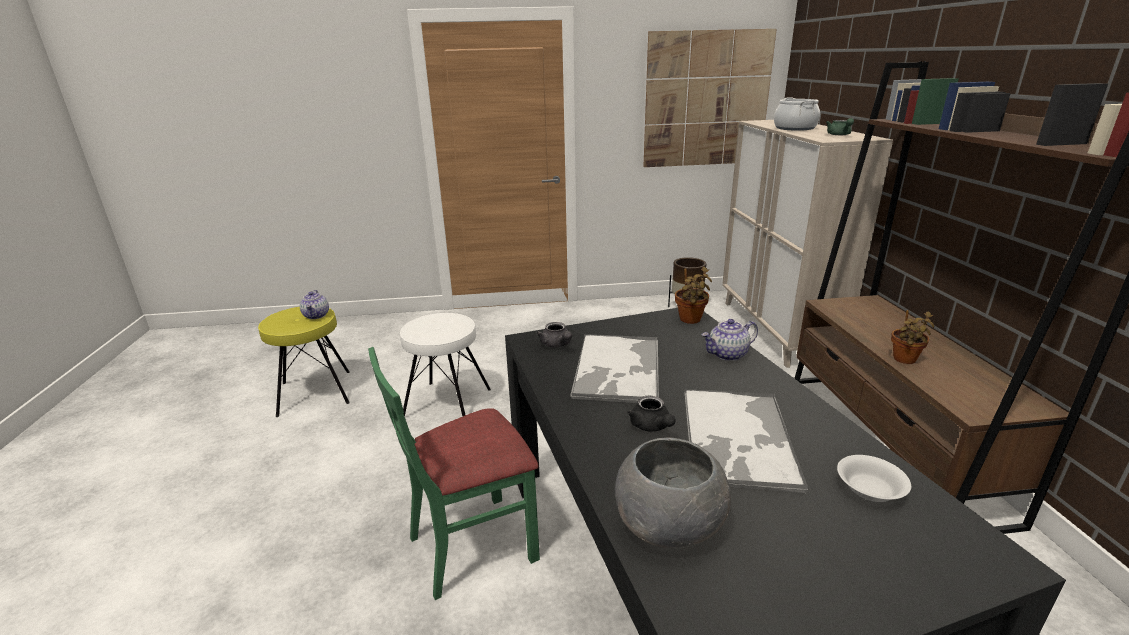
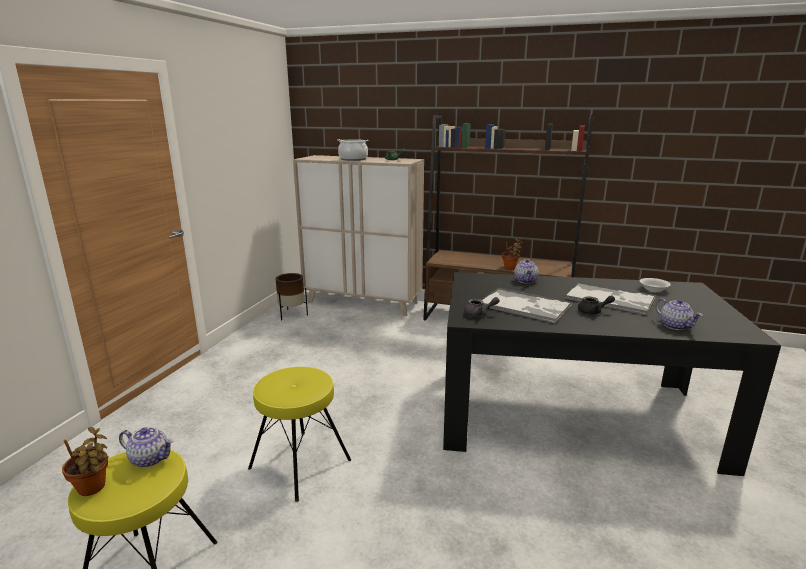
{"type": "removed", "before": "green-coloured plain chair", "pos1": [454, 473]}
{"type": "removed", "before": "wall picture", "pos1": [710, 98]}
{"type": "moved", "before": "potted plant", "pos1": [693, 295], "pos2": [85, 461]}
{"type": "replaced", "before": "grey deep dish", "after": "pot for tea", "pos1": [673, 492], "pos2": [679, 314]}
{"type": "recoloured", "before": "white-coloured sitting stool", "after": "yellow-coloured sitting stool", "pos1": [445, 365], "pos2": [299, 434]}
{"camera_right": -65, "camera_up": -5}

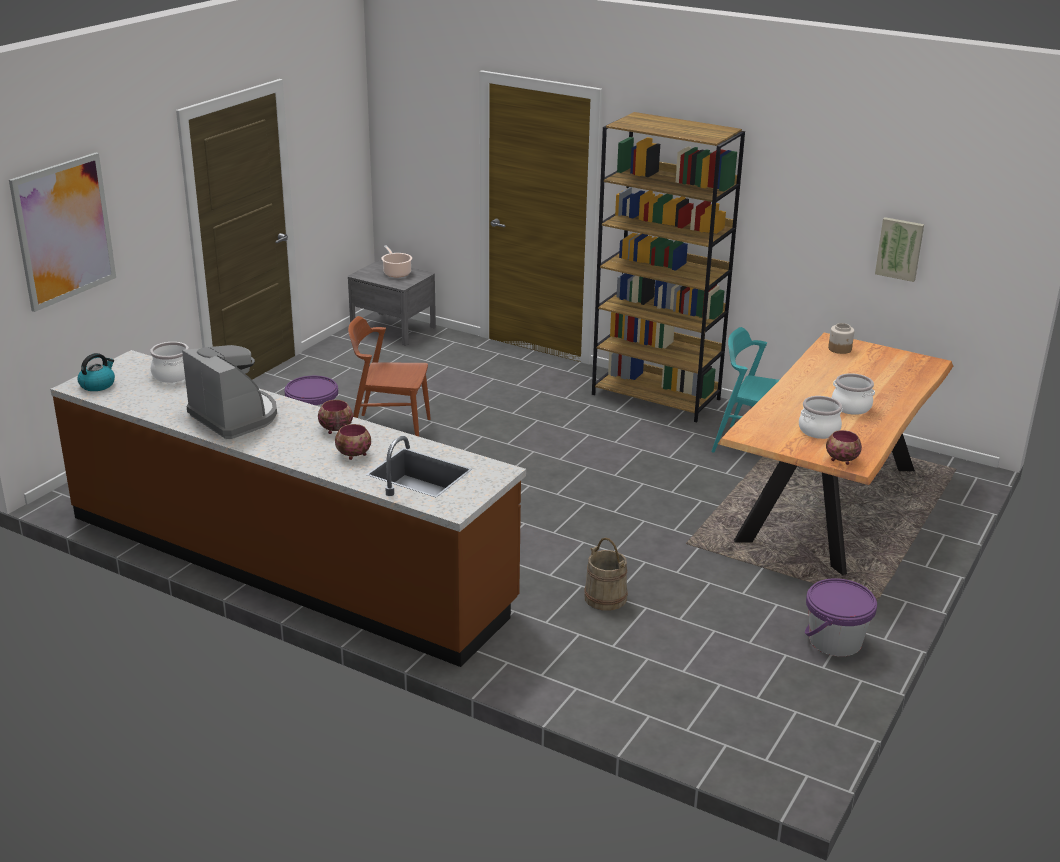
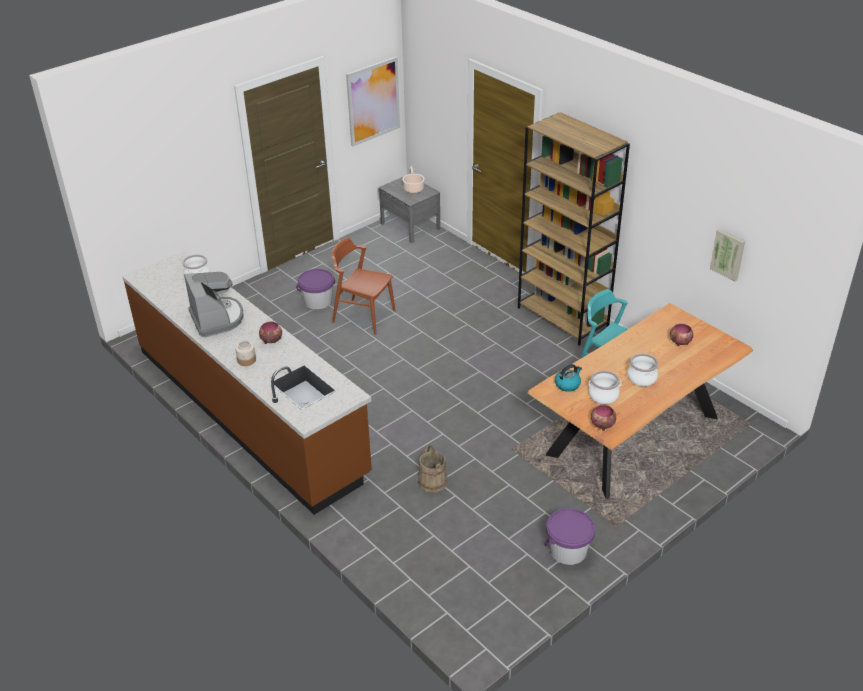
{"type": "moved", "before": "wall picture", "pos1": [62, 232], "pos2": [373, 102]}
{"type": "moved", "before": "water kettle", "pos1": [96, 372], "pos2": [568, 378]}
{"type": "moved", "before": "deep dish", "pos1": [353, 442], "pos2": [681, 334]}
{"type": "moved", "before": "preserve jar", "pos1": [841, 338], "pos2": [245, 353]}
{"camera_right": 20, "camera_up": 10}

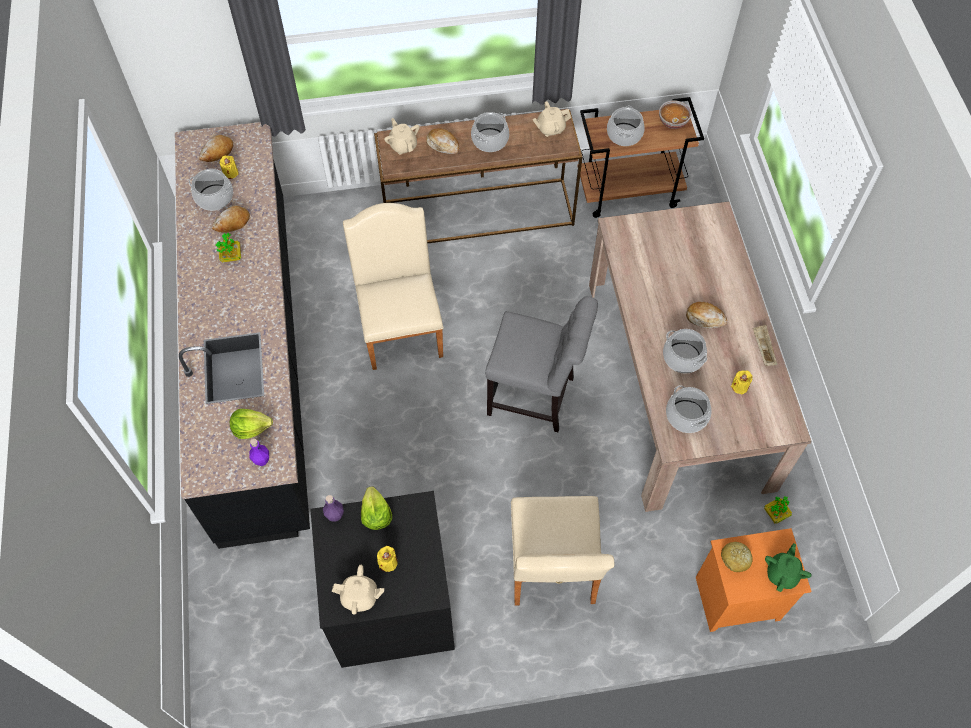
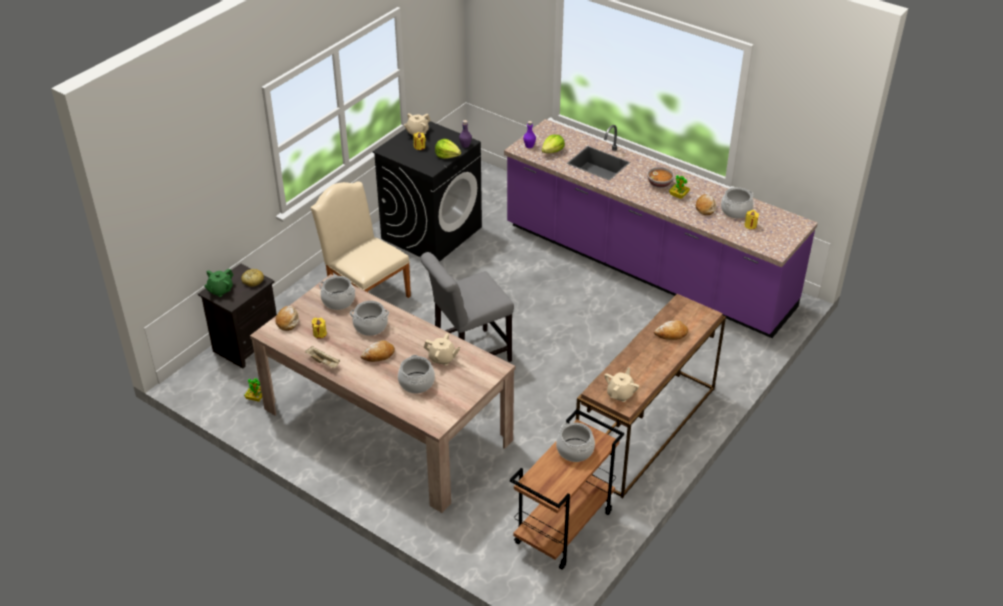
{"type": "removed", "before": "beige plain chair", "pos1": [393, 286]}
{"type": "moved", "before": "bakery bread", "pos1": [216, 148], "pos2": [287, 318]}
{"type": "moved", "before": "beige pot for tea", "pos1": [402, 136], "pos2": [442, 349]}
{"type": "moved", "before": "stockpot", "pos1": [490, 132], "pos2": [416, 374]}
{"type": "moved", "before": "deep dish", "pos1": [675, 114], "pos2": [660, 177]}
{"type": "recoloured", "before": "blackish counter", "after": "purple counter", "pos1": [242, 335], "pos2": [661, 228]}
{"type": "recoloured", "before": "orange bedside table", "after": "blackish bedside table", "pos1": [754, 580], "pos2": [237, 316]}
{"type": "turned", "before": "green-coloured pot for tea", "pos1": [788, 567], "pos2": [218, 282], "turn": 60}
{"camera_right": 135, "camera_up": -20}

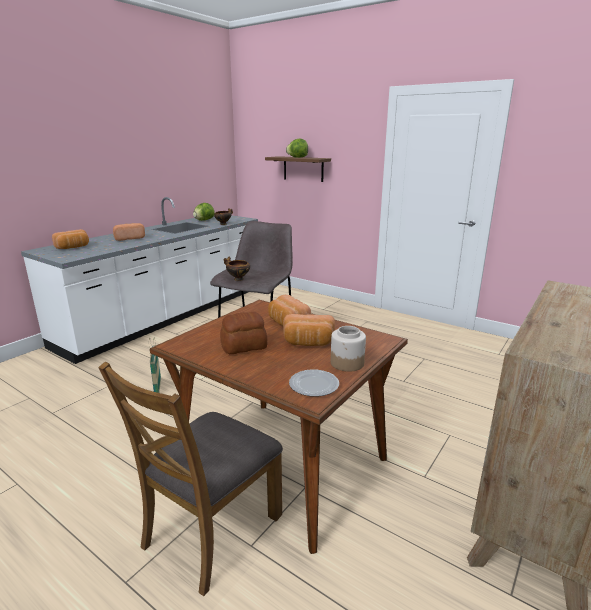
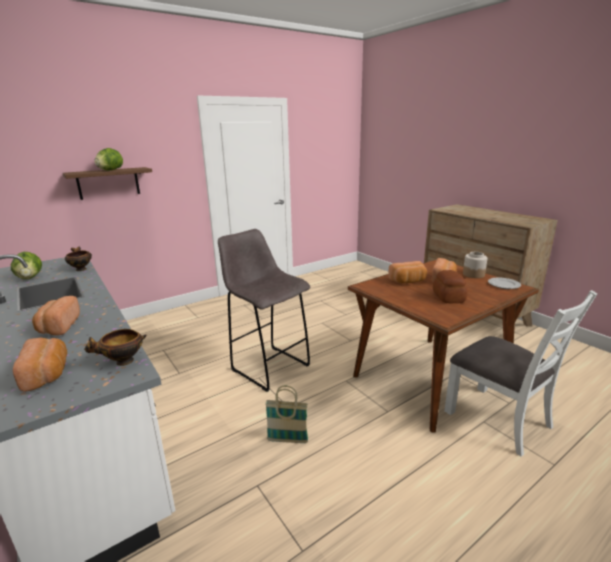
{"type": "moved", "before": "deep dish", "pos1": [237, 269], "pos2": [115, 347]}
{"type": "recoloured", "before": "brown plain chair", "after": "white-coloured plain chair", "pos1": [190, 479], "pos2": [520, 373]}
{"camera_right": -70, "camera_up": 0}

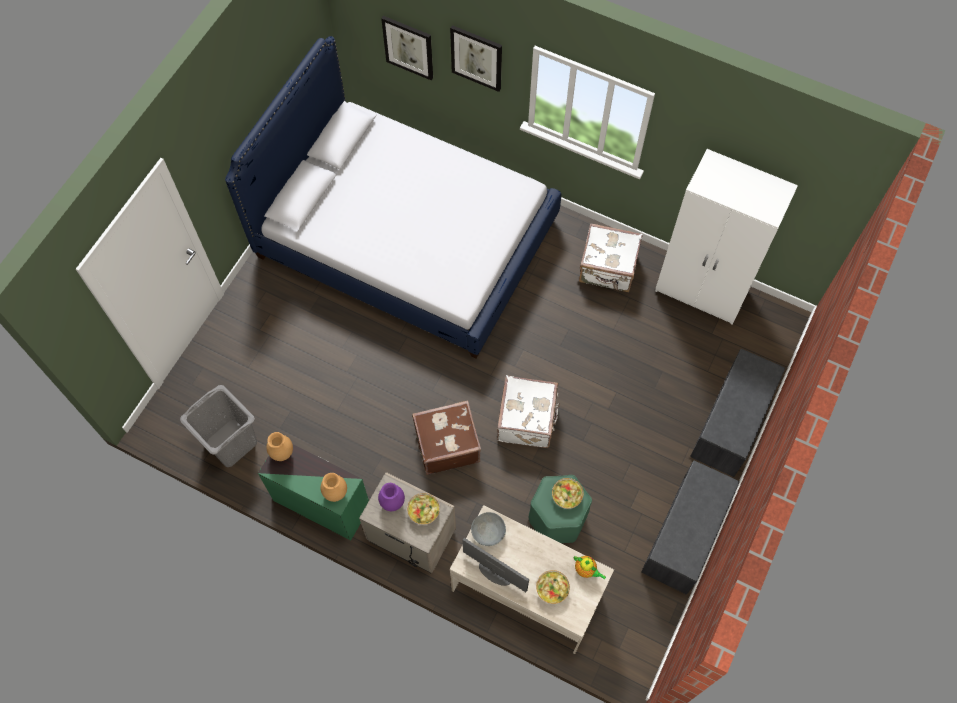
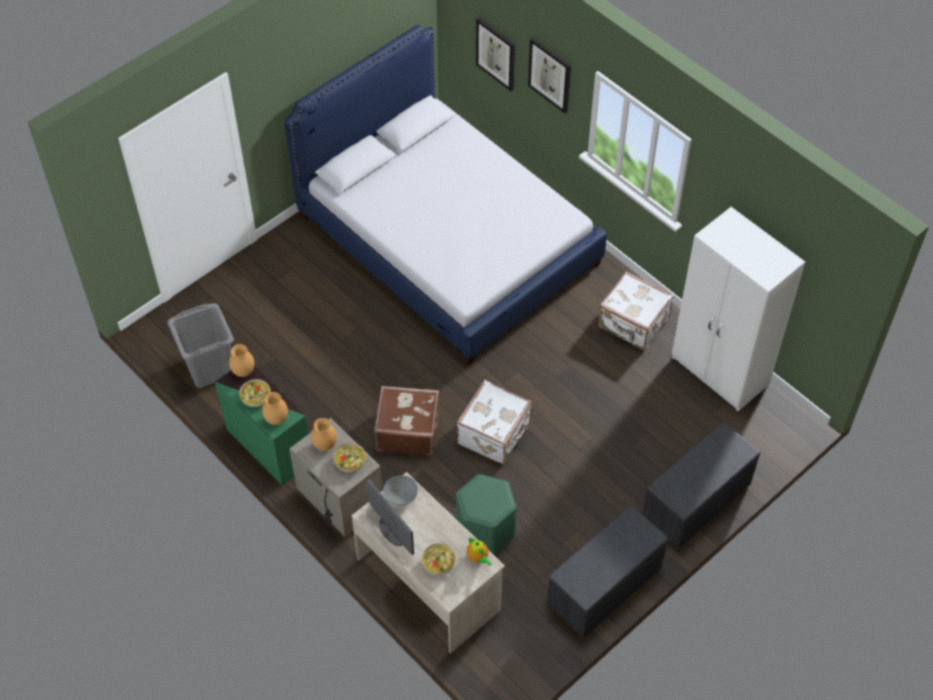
{"type": "moved", "before": "deep dish", "pos1": [567, 493], "pos2": [255, 393]}
{"type": "recoloured", "before": "purple flower vase", "after": "brown flower vase", "pos1": [391, 497], "pos2": [324, 434]}
{"camera_right": 20, "camera_up": -10}

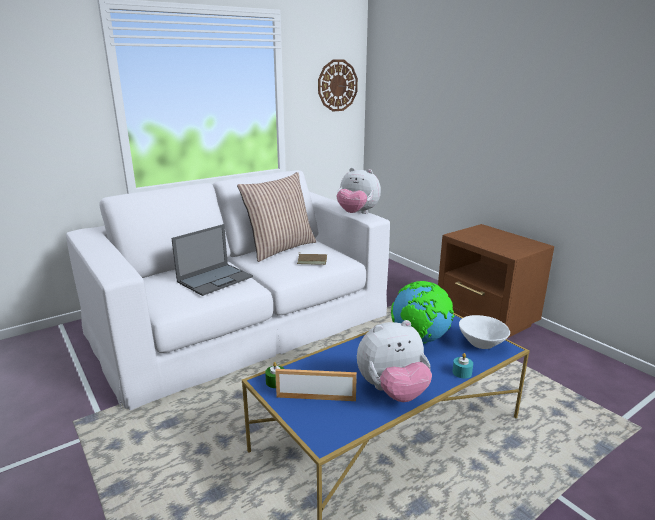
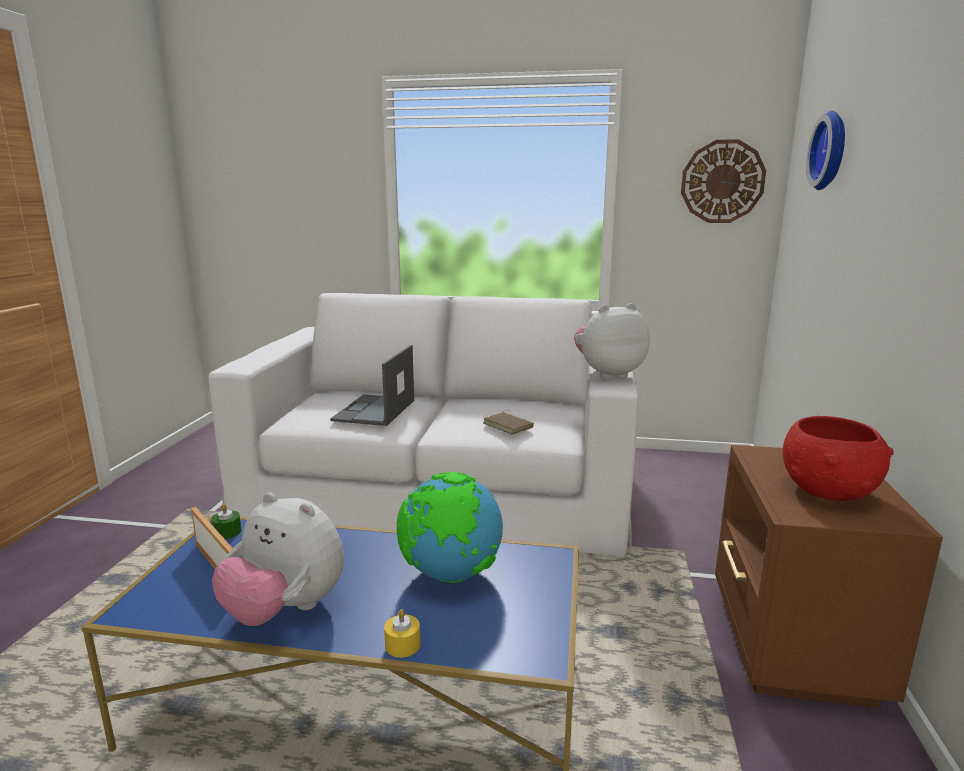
{"type": "removed", "before": "cushion", "pos1": [276, 217]}
{"type": "removed", "before": "white-coloured deep dish", "pos1": [484, 332]}
{"type": "added", "after": "red deep dish", "pos2": [838, 458]}
{"type": "added", "after": "wall clock", "pos2": [825, 150]}
{"type": "recoloured", "before": "blue-green wax candle", "after": "yellow-coloured wax candle", "pos1": [462, 366], "pos2": [402, 633]}
{"type": "turned", "before": "portable computer", "pos1": [212, 260], "pos2": [372, 385], "turn": 105}
{"type": "turned", "before": "plush toy", "pos1": [358, 190], "pos2": [612, 341], "turn": 90}
{"camera_right": 45, "camera_up": -5}

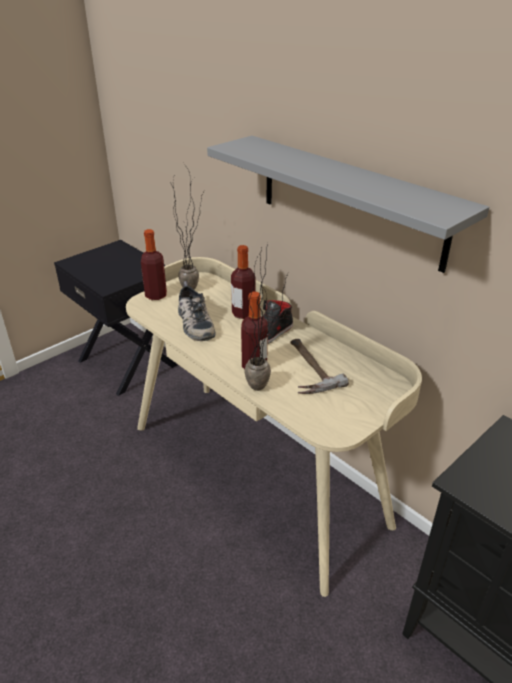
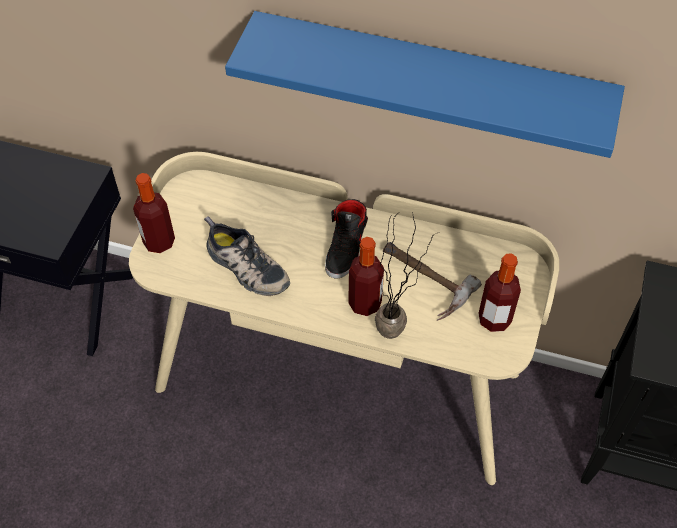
{"type": "removed", "before": "potted plant", "pos1": [186, 227]}
{"type": "moved", "before": "beverage bottle", "pos1": [243, 282], "pos2": [499, 292]}
{"type": "recoloured", "before": "grey bracket shelf", "after": "blue-coloured bracket shelf", "pos1": [348, 204], "pos2": [425, 84]}
{"camera_right": -30, "camera_up": 20}

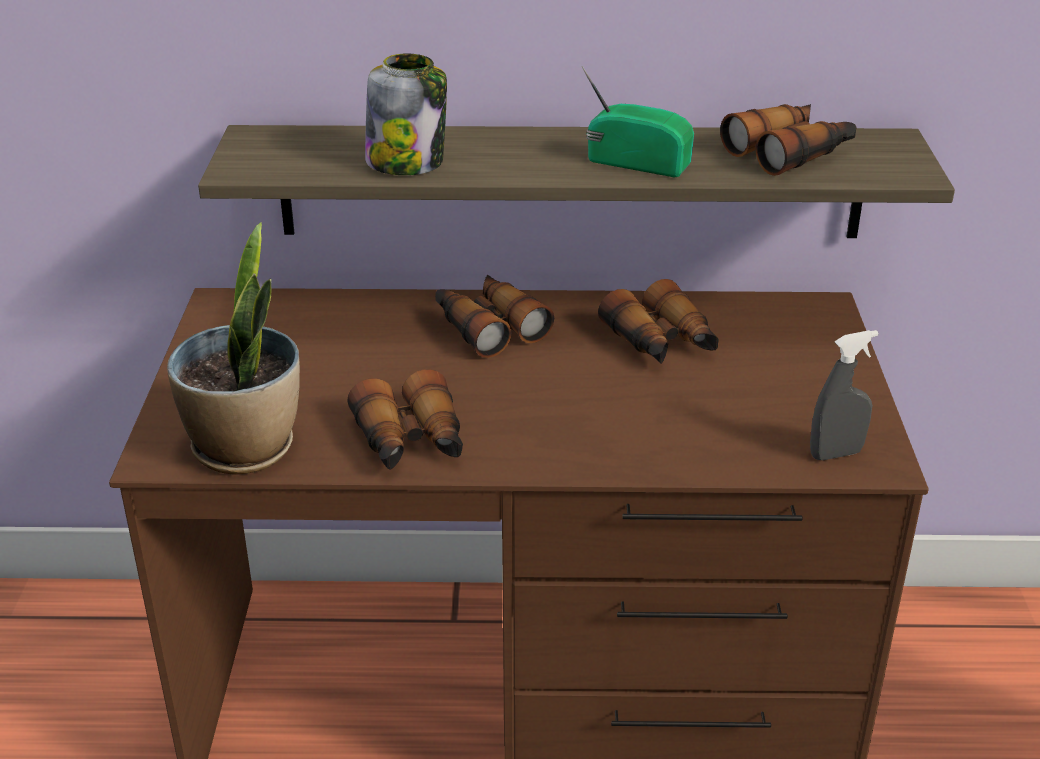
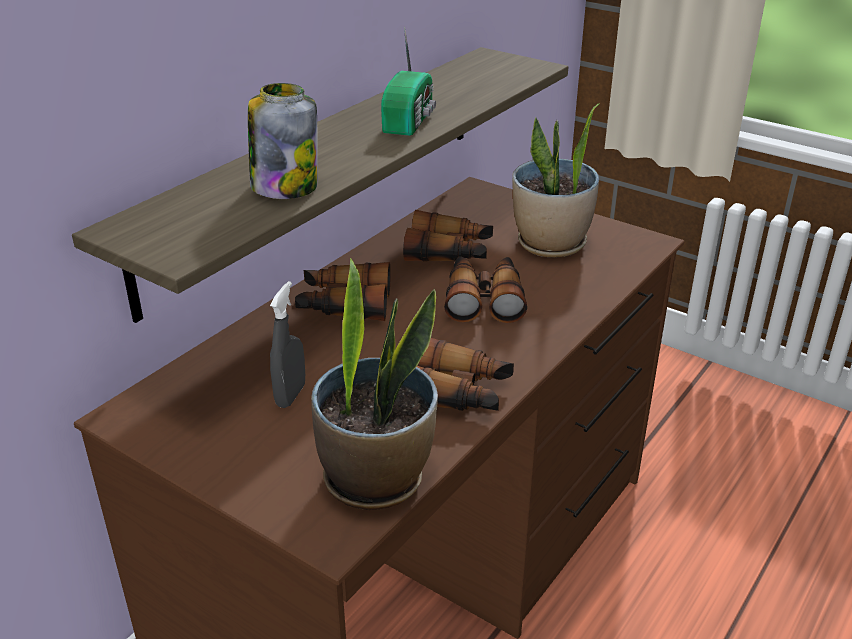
{"type": "added", "after": "potted plant", "pos2": [556, 180]}
{"type": "moved", "before": "pair of binoculars", "pos1": [788, 140], "pos2": [485, 289]}
{"type": "moved", "before": "grey hand sprayer", "pos1": [844, 395], "pos2": [287, 344]}
{"type": "turned", "before": "radio", "pos1": [638, 121], "pos2": [408, 81], "turn": 135}
{"camera_right": -55, "camera_up": 0}

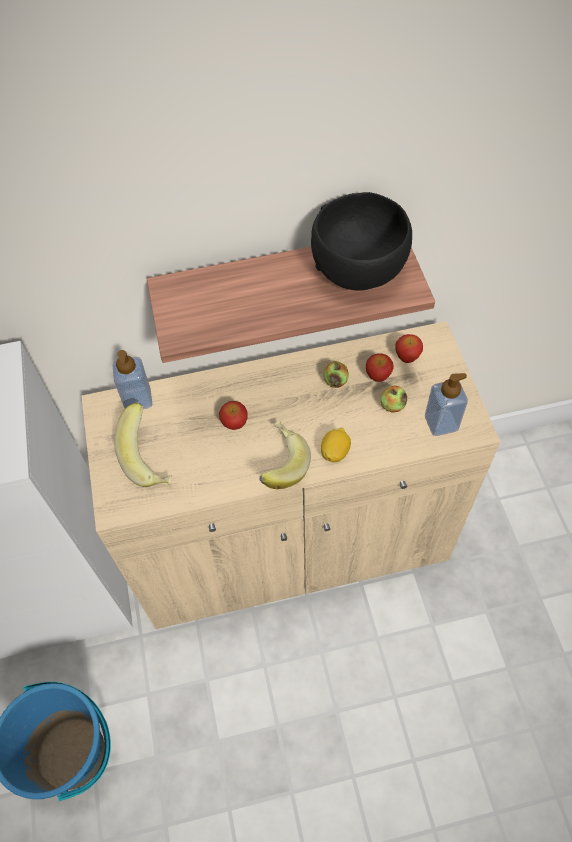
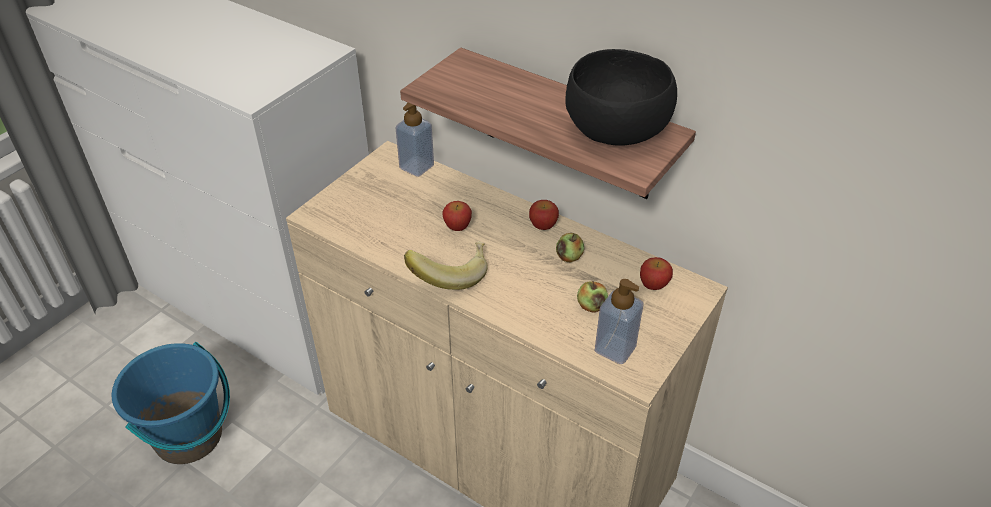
{"type": "removed", "before": "banana fruit", "pos1": [143, 444]}
{"type": "removed", "before": "lemon", "pos1": [336, 445]}
{"type": "moved", "before": "whole apple", "pos1": [380, 367], "pos2": [544, 215]}
{"camera_right": 45, "camera_up": -15}

